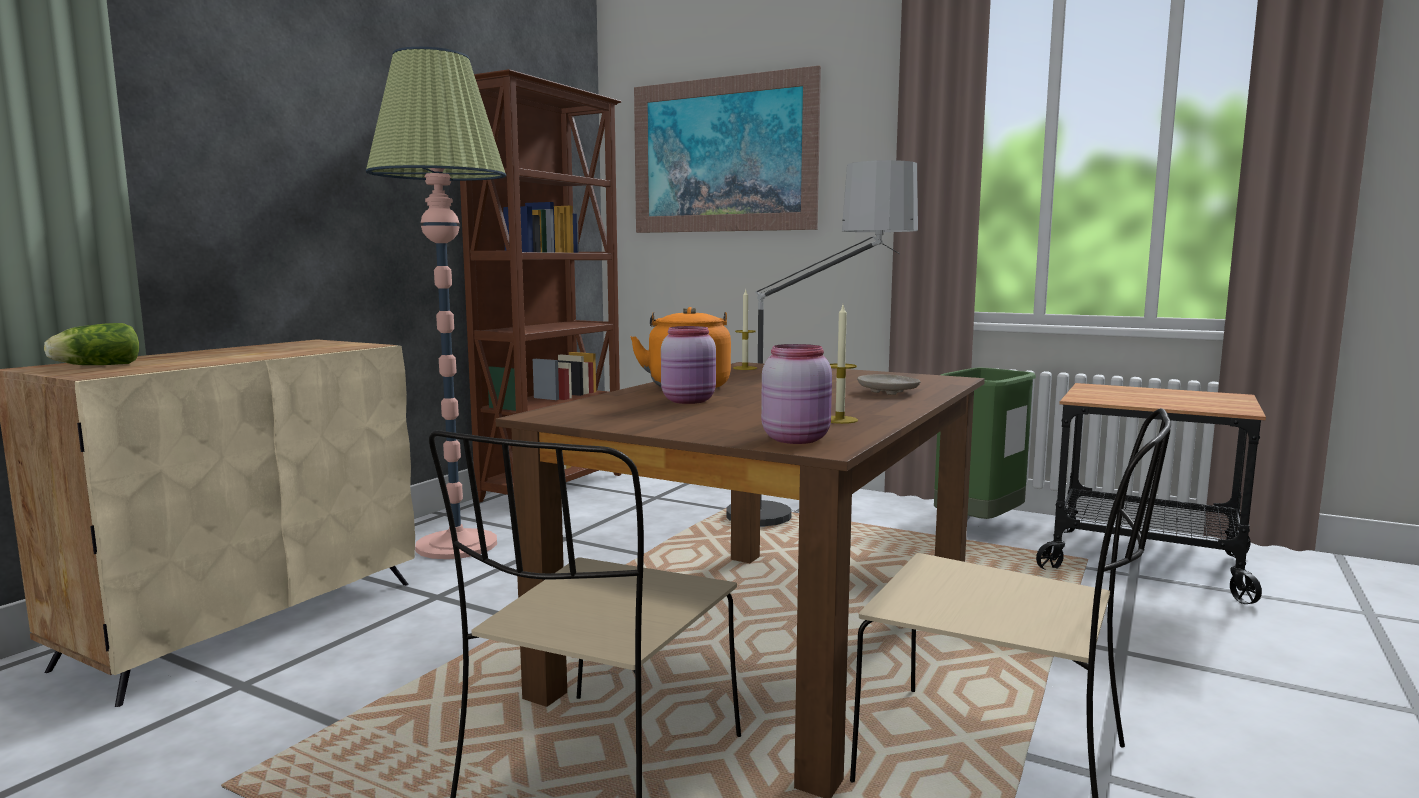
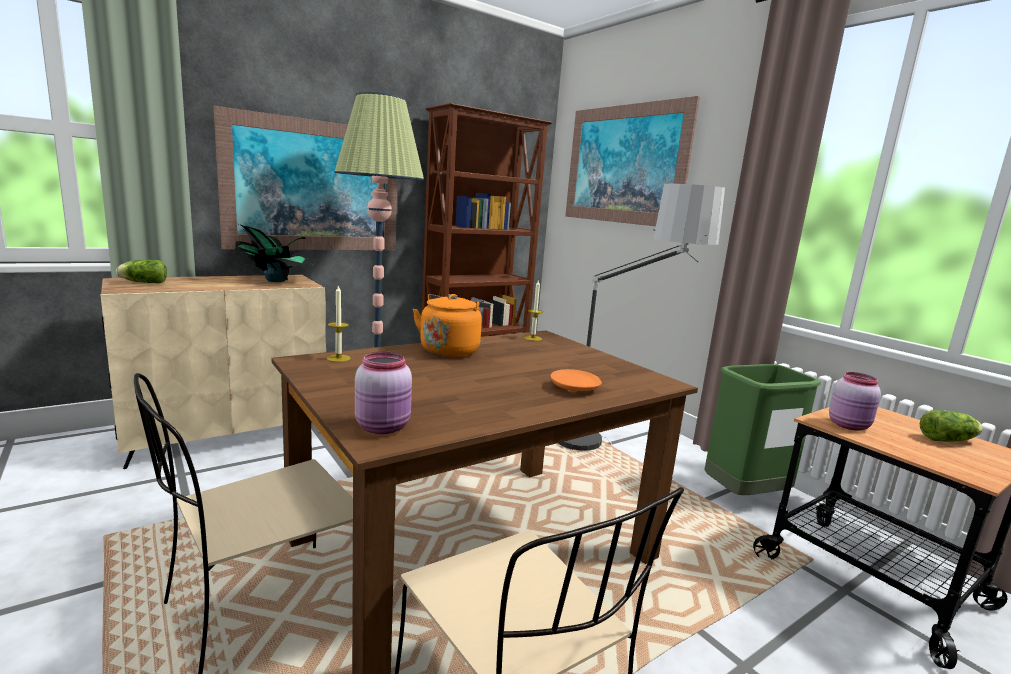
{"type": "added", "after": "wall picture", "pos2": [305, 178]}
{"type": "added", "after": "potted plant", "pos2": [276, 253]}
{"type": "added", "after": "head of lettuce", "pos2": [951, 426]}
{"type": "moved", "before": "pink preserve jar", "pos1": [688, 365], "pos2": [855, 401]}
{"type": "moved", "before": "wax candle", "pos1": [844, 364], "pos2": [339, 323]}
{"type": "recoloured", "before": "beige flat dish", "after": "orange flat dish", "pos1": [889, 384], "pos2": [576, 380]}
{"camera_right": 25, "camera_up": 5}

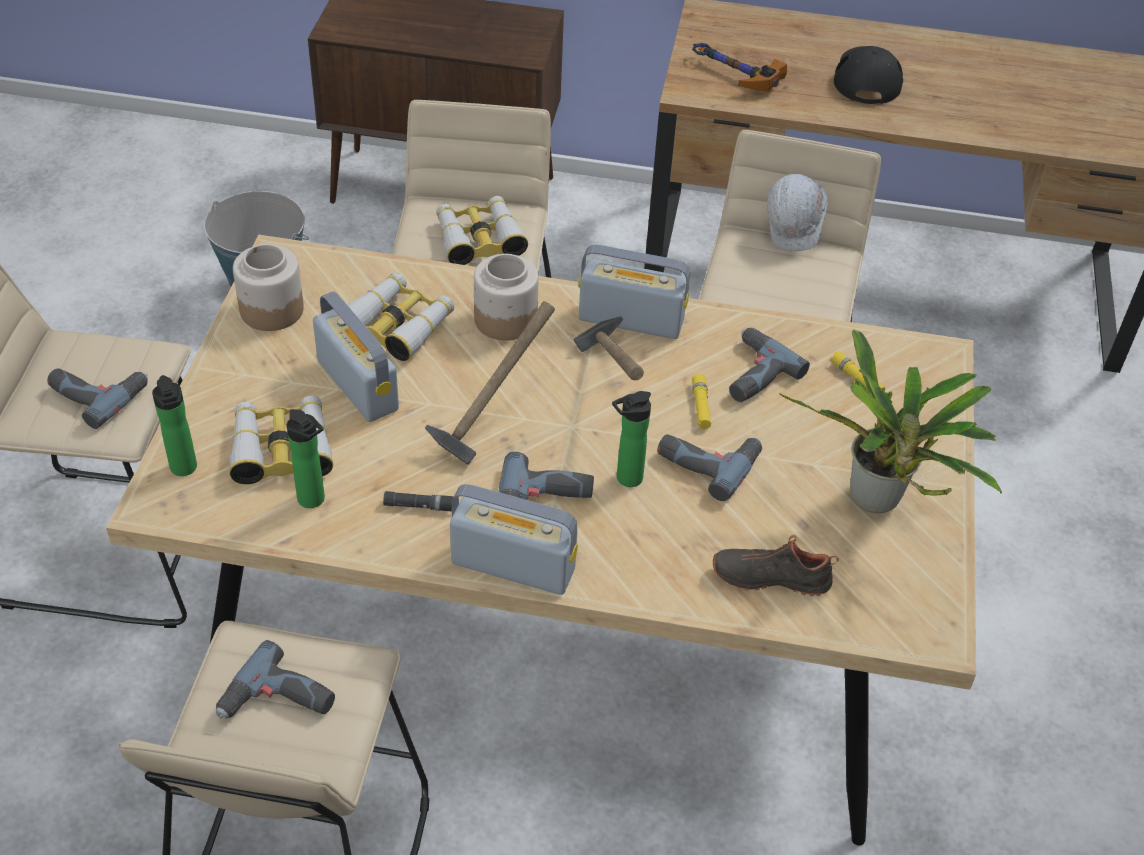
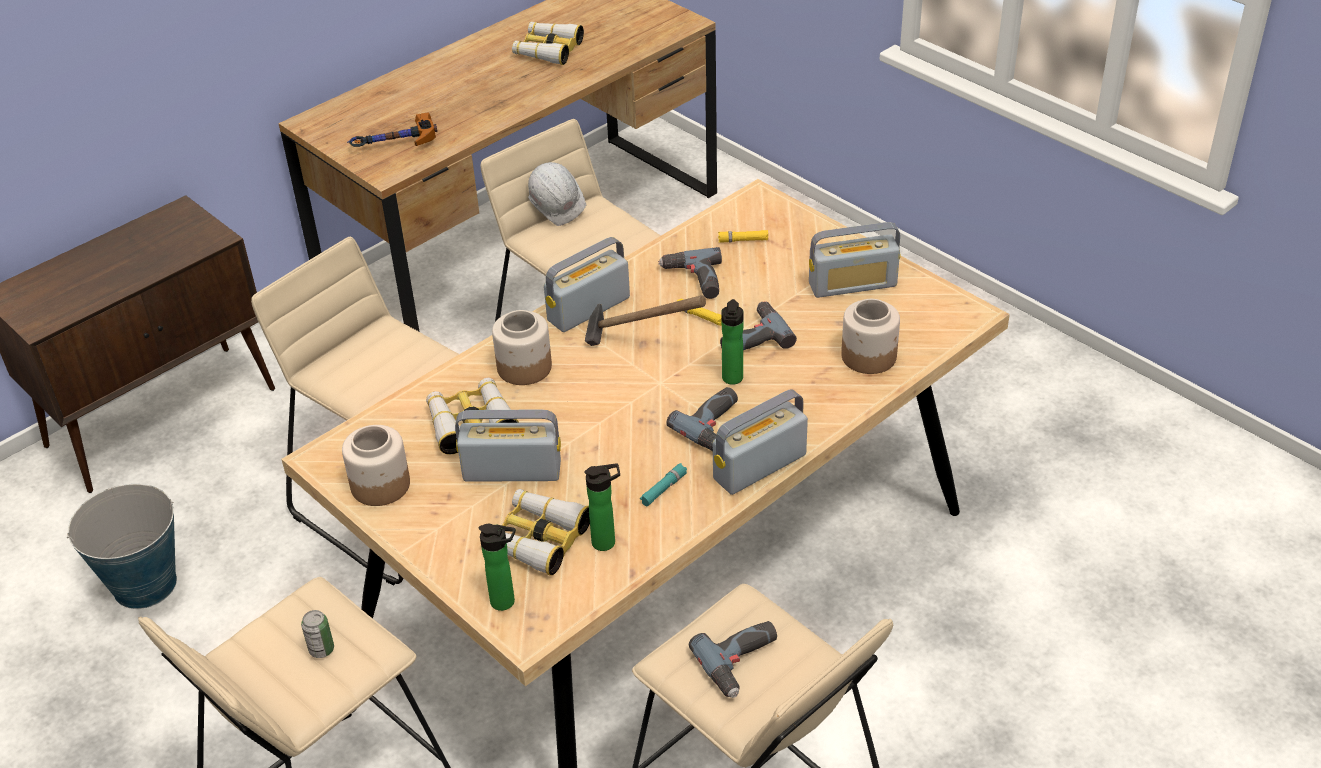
{"type": "removed", "before": "hand hammer", "pos1": [490, 382]}
{"type": "removed", "before": "blackish peaked cap", "pos1": [868, 75]}
{"type": "moved", "before": "pair of binoculars", "pos1": [482, 230], "pos2": [548, 43]}
{"type": "replaced", "before": "drill", "after": "metal can", "pos1": [97, 398], "pos2": [317, 634]}
{"type": "replaced", "before": "blackish low shoe", "after": "preserve jar", "pos1": [776, 565], "pos2": [870, 336]}
{"type": "replaced", "before": "potted plant", "after": "radio", "pos1": [890, 421], "pos2": [854, 260]}
{"type": "recoloured", "before": "blackish hand torch", "after": "blue-green hand torch", "pos1": [418, 501], "pos2": [663, 484]}
{"camera_right": -50, "camera_up": -5}

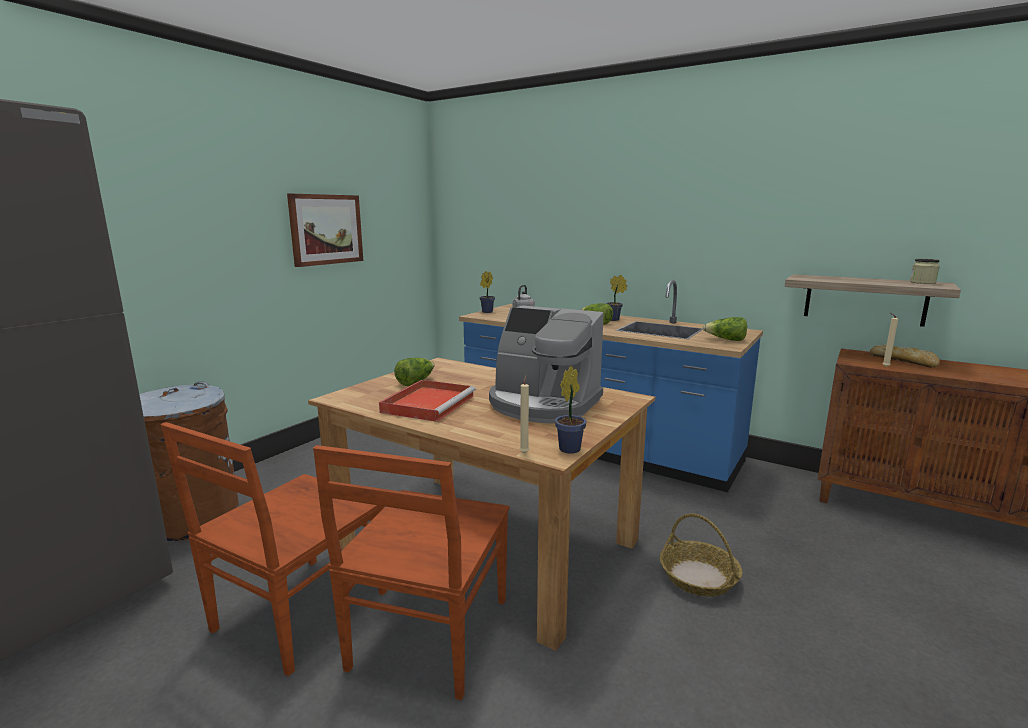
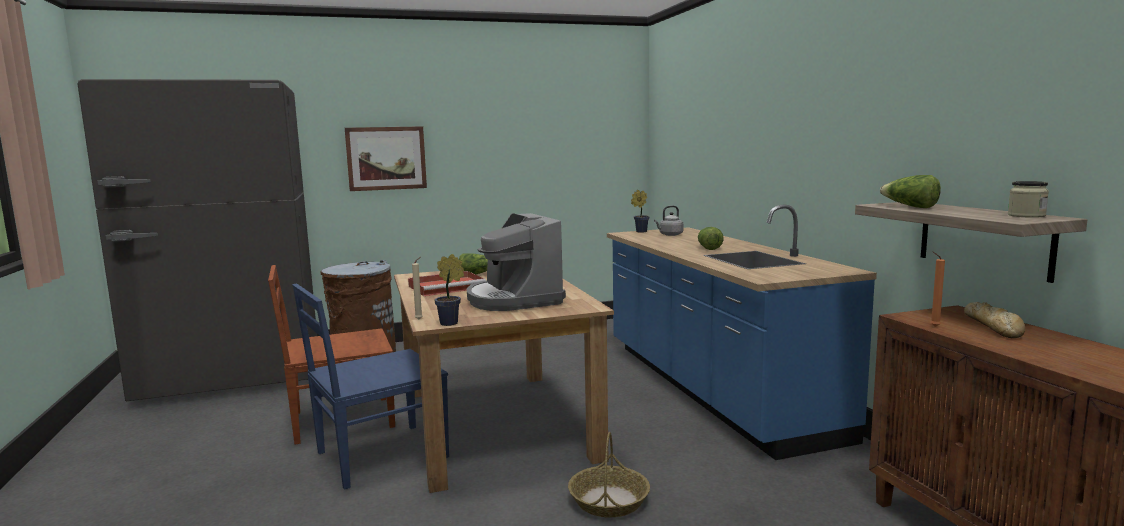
{"type": "removed", "before": "potted plant", "pos1": [616, 298]}
{"type": "moved", "before": "wall picture", "pos1": [325, 230], "pos2": [386, 158]}
{"type": "moved", "before": "head of lettuce", "pos1": [725, 329], "pos2": [910, 191]}
{"type": "recoloured", "before": "brown plain chair", "after": "blue-coloured plain chair", "pos1": [411, 572], "pos2": [370, 387]}
{"type": "recoloured", "before": "beige wax candle", "after": "orange wax candle", "pos1": [890, 340], "pos2": [937, 289]}
{"camera_right": 40, "camera_up": -5}

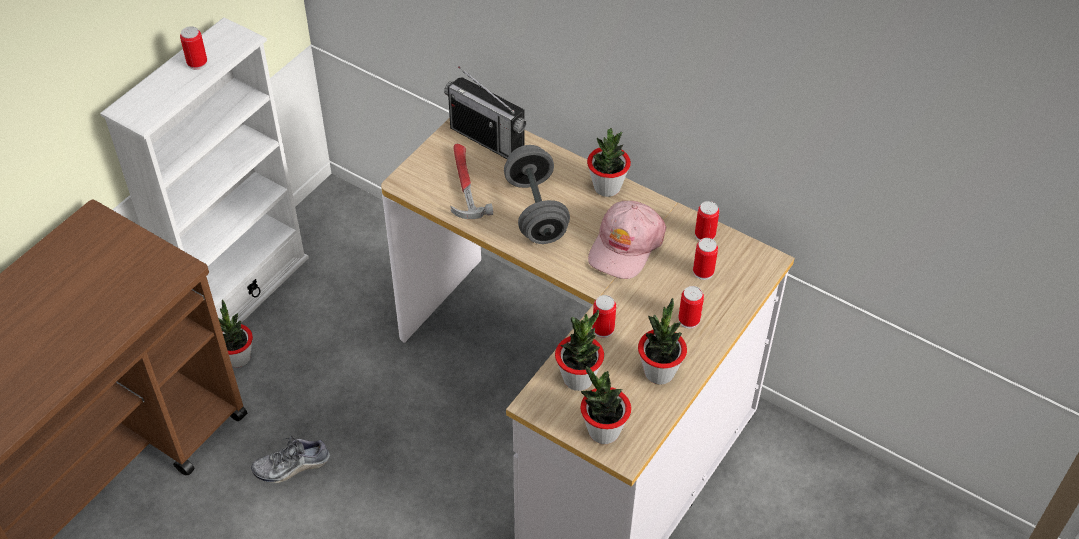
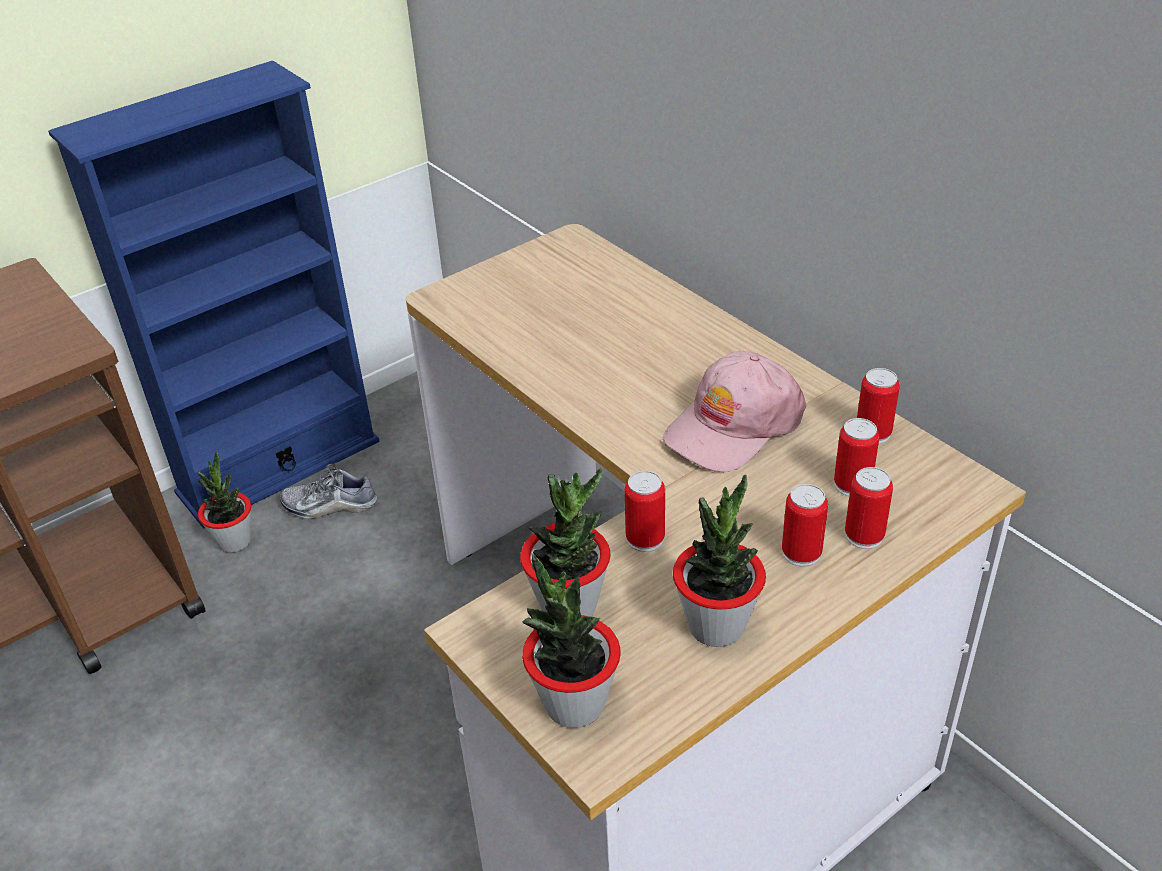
{"type": "removed", "before": "radio", "pos1": [485, 112]}
{"type": "removed", "before": "hand hammer", "pos1": [471, 181]}
{"type": "removed", "before": "grey free weight", "pos1": [537, 194]}
{"type": "removed", "before": "potted plant", "pos1": [609, 162]}
{"type": "moved", "before": "metal can", "pos1": [193, 48], "pos2": [869, 508]}
{"type": "moved", "before": "low shoe", "pos1": [290, 460], "pos2": [328, 491]}
{"type": "recoloured", "before": "white-coloured bookcase", "after": "blue-coloured bookcase", "pos1": [204, 170], "pos2": [213, 295]}
{"camera_right": 20, "camera_up": -10}

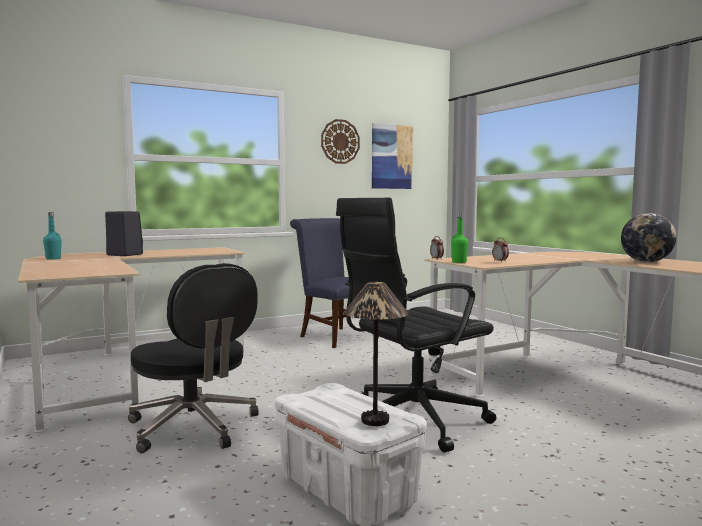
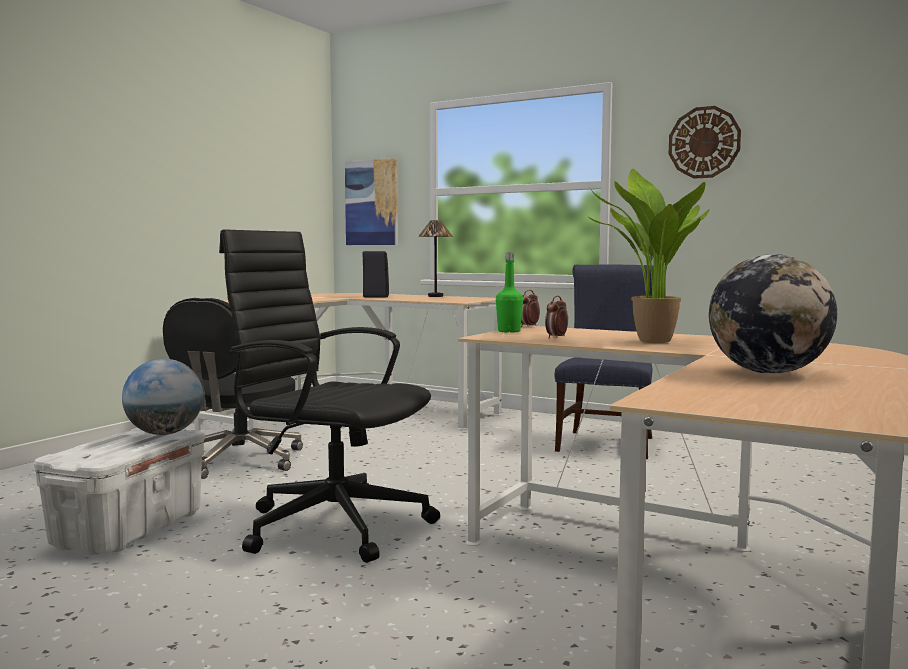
{"type": "removed", "before": "blue-green beverage bottle", "pos1": [52, 236]}
{"type": "added", "after": "world globe", "pos2": [162, 397]}
{"type": "added", "after": "potted plant", "pos2": [647, 256]}
{"type": "moved", "before": "tabletop lamp", "pos1": [376, 354], "pos2": [435, 258]}
{"type": "moved", "before": "wall picture", "pos1": [392, 156], "pos2": [371, 201]}
{"camera_right": 60, "camera_up": 0}

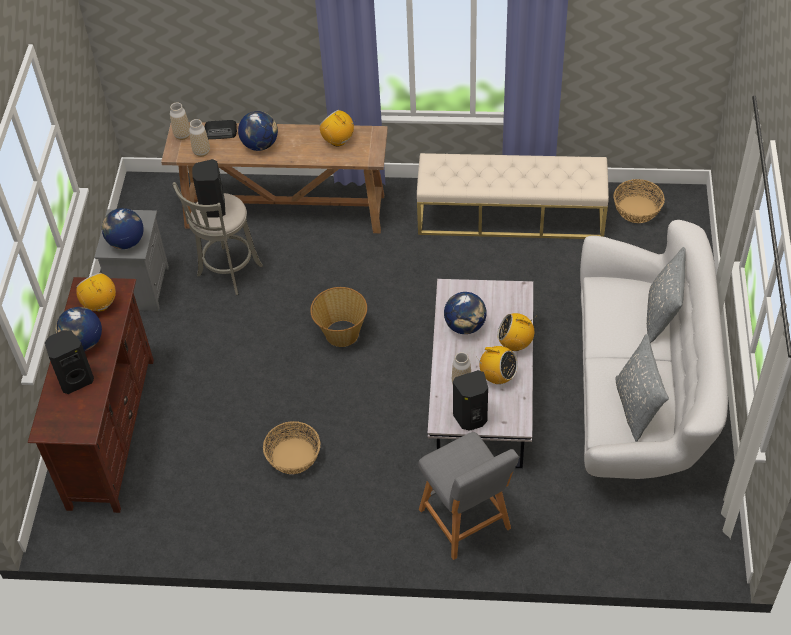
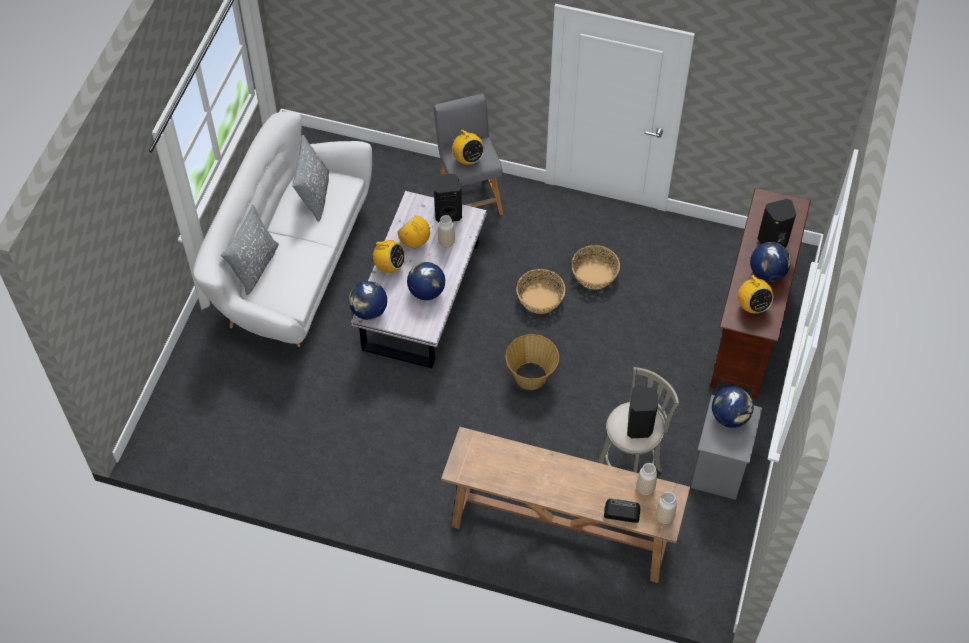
{"type": "removed", "before": "beige long seat", "pos1": [513, 196]}
{"type": "moved", "before": "world globe", "pos1": [258, 131], "pos2": [368, 300]}
{"type": "moved", "before": "radio", "pos1": [337, 128], "pos2": [468, 148]}
{"type": "moved", "before": "household basket", "pos1": [639, 201], "pos2": [541, 291]}
{"camera_right": -170, "camera_up": 5}

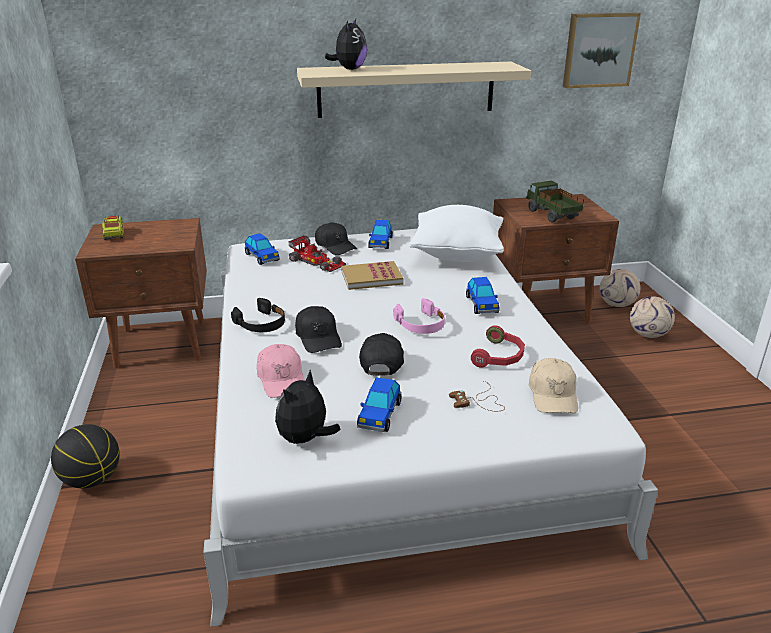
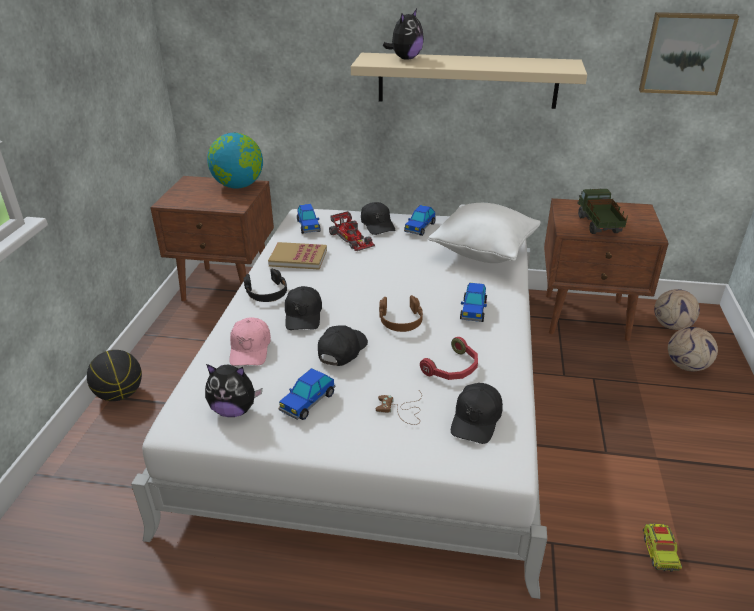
{"type": "added", "after": "world globe", "pos2": [235, 161]}
{"type": "moved", "before": "model truck", "pos1": [113, 227], "pos2": [662, 548]}
{"type": "moved", "before": "bound book", "pos1": [372, 275], "pos2": [297, 255]}
{"type": "recoloured", "before": "pink pair of headphones", "after": "brown pair of headphones", "pos1": [419, 316], "pos2": [401, 313]}
{"type": "recoloured", "before": "beige peaked cap", "after": "blackish peaked cap", "pos1": [553, 385], "pos2": [477, 413]}
{"type": "turned", "before": "plush toy", "pos1": [308, 407], "pos2": [233, 390], "turn": -135}
{"camera_right": 20, "camera_up": 5}

